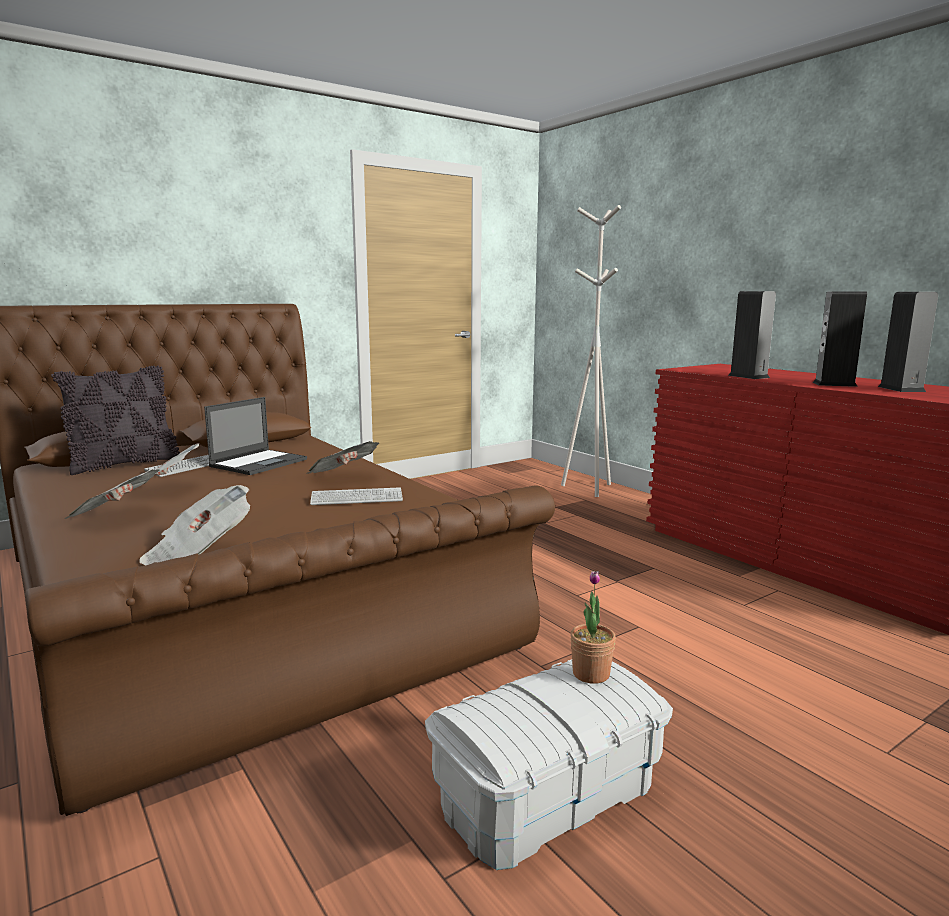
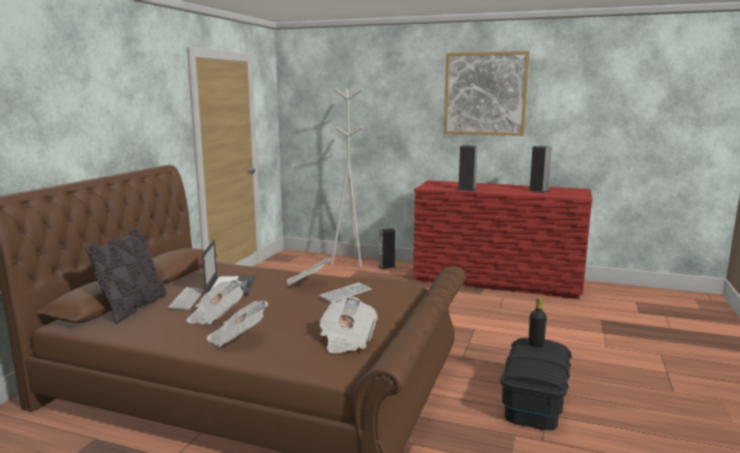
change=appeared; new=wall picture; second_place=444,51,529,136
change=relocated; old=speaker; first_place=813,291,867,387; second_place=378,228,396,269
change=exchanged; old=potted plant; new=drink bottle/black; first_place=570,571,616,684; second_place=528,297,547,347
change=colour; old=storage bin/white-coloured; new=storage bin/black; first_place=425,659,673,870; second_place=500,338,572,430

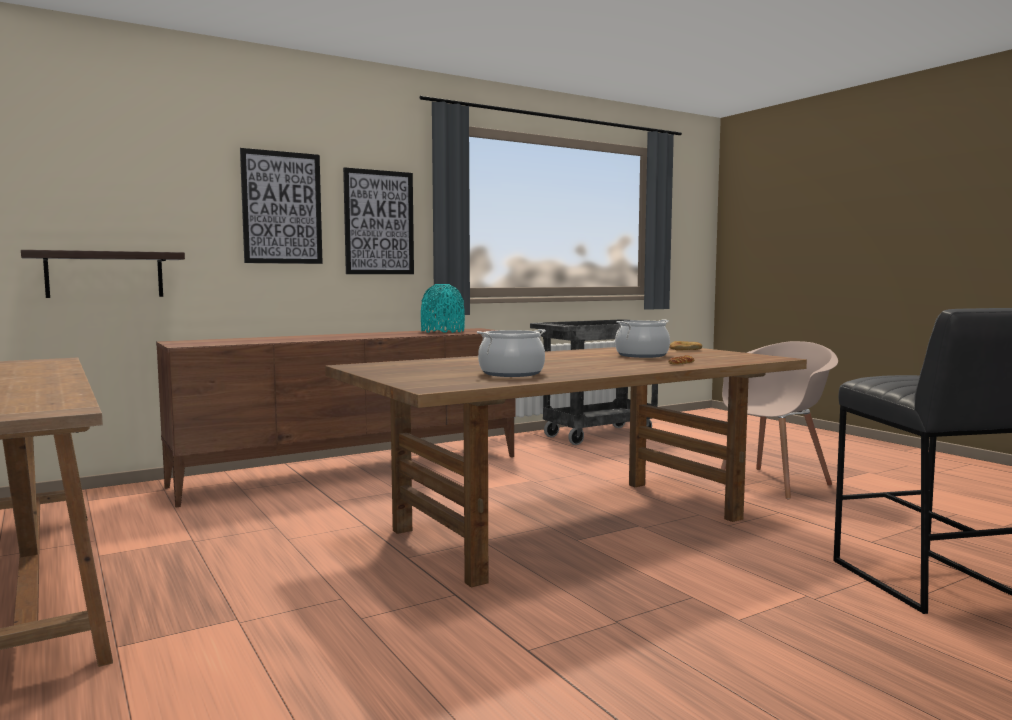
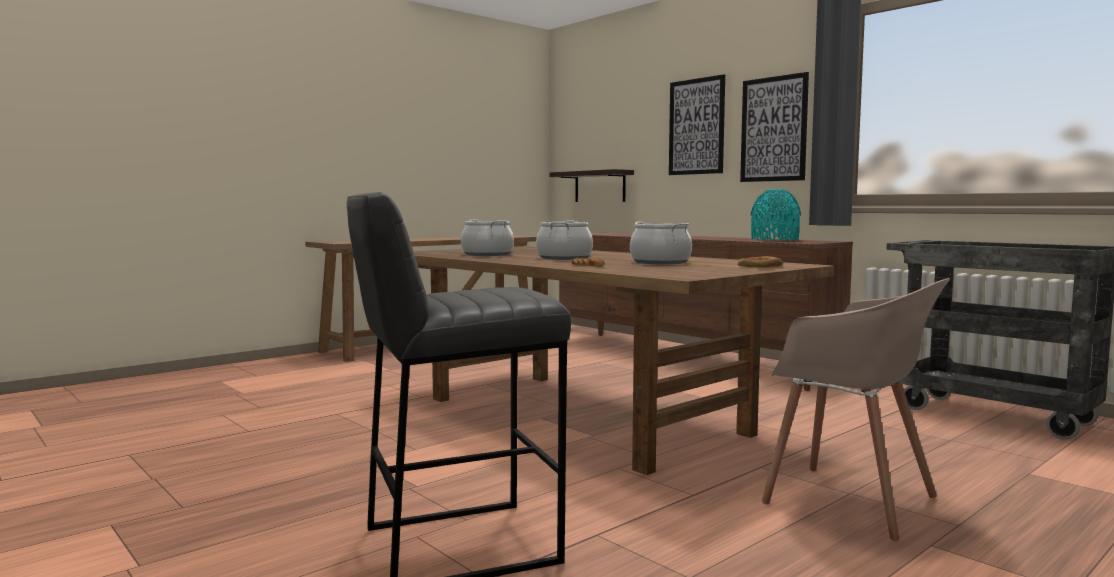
change=appeared; new=stockpot; second_place=536,221,593,260

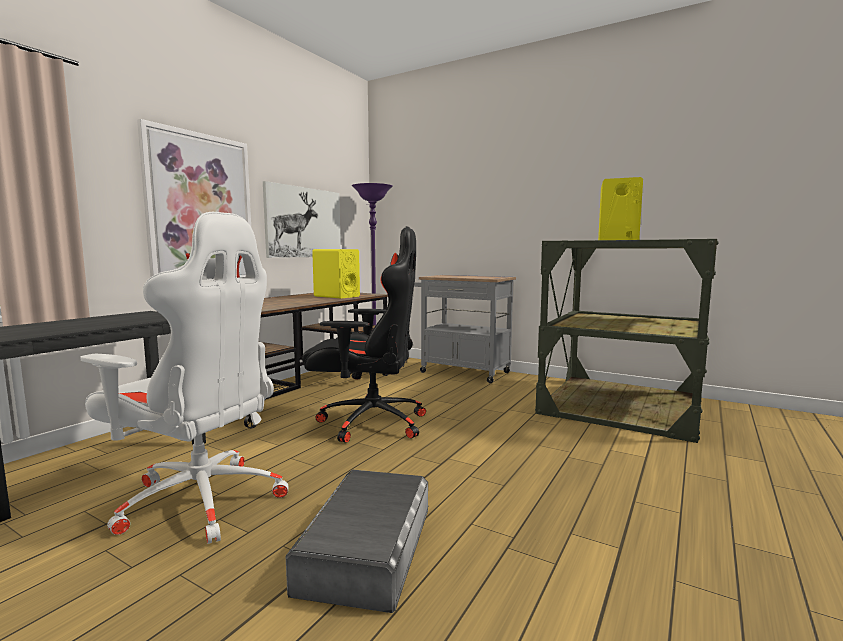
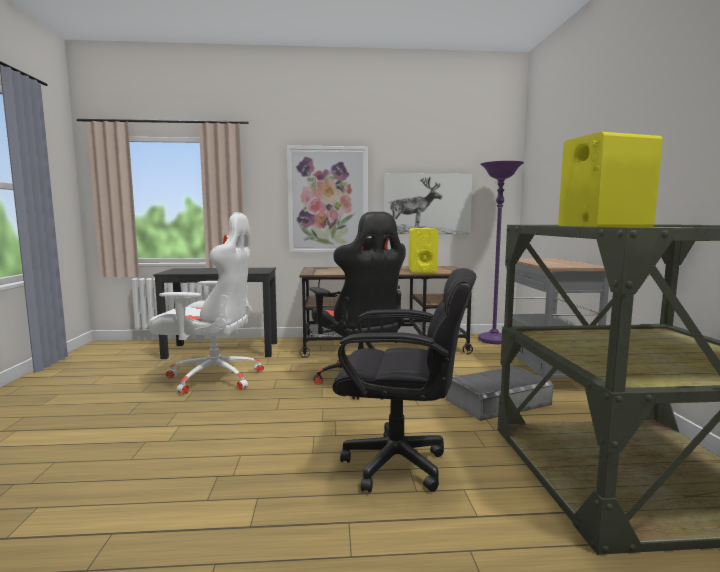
change=appeared; new=office chair/black; second_place=333,268,476,493
change=relocated; old=storage bin/gray; first_place=286,470,429,613; second_place=447,366,553,421
change=spun; old=office chair/white-coloured; first_place=80,212,289,544; second_place=148,212,264,394; degrees=-75

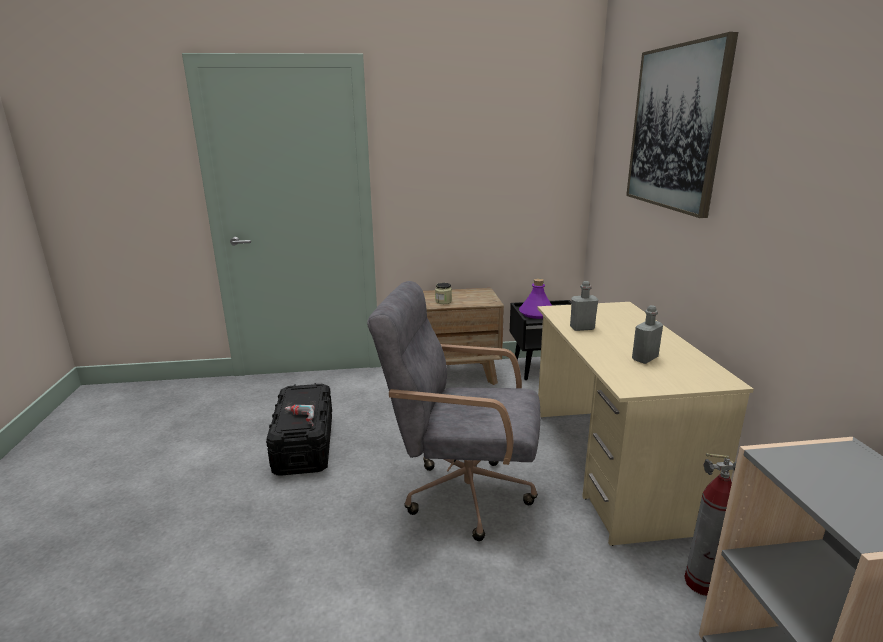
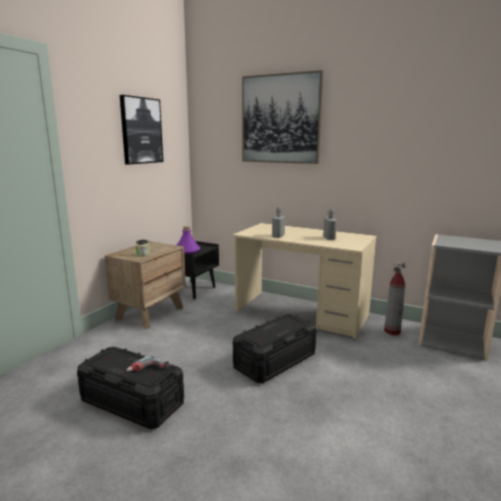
change=appeared; new=wall picture; second_place=120,95,163,165
change=exchanged; old=office chair/gray; new=storage bin/black; first_place=367,281,540,541; second_place=233,314,317,383

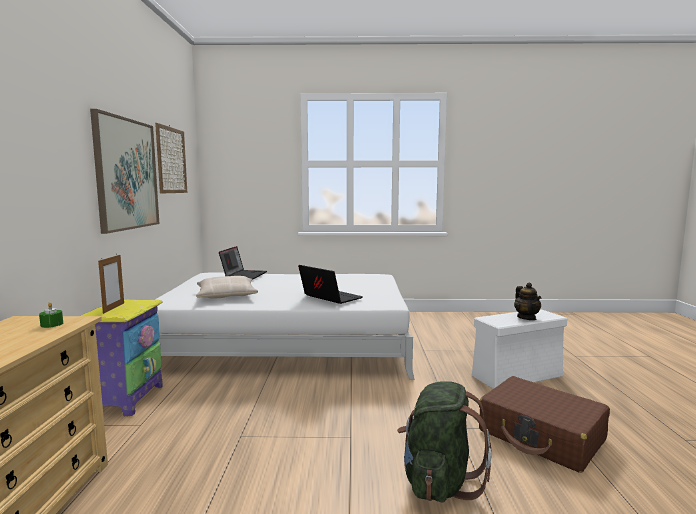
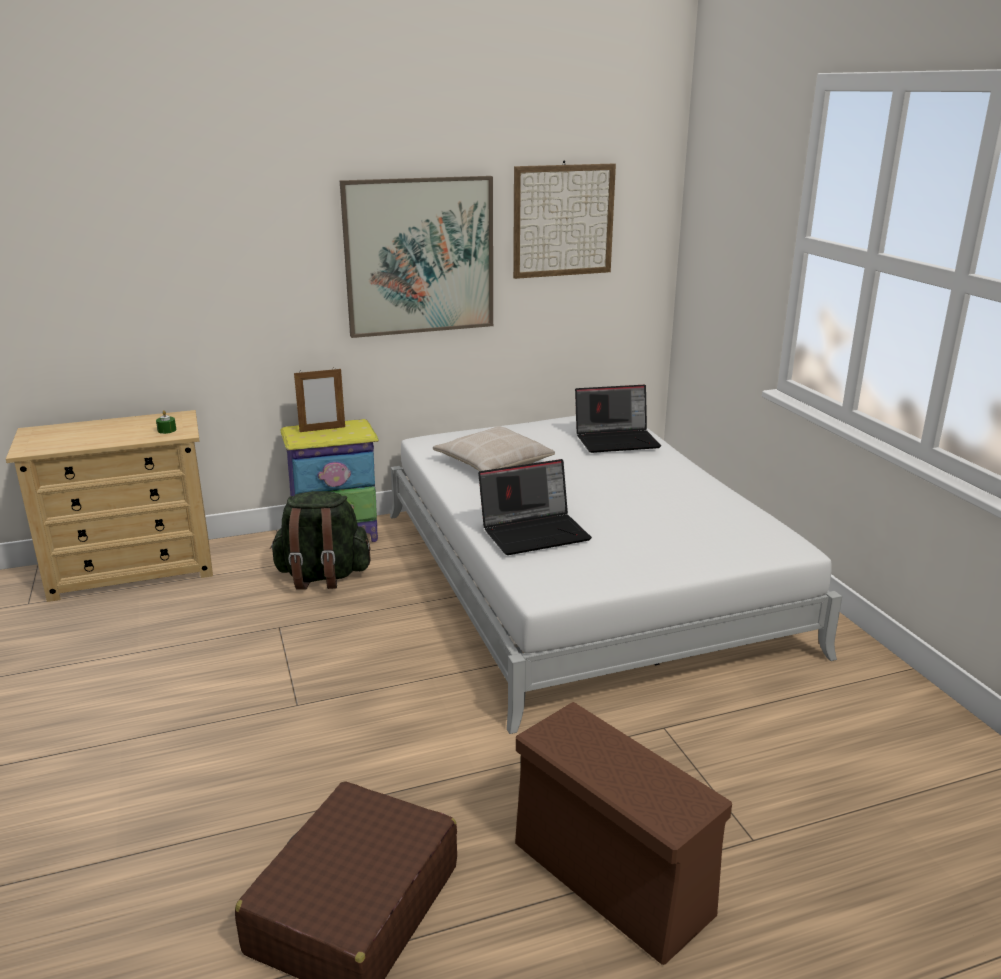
change=missing; old=tea pot; first_place=514,282,541,320
change=relocated; old=knapsack/green; first_place=397,381,492,502; second_place=270,491,371,590
change=colour; old=storage bin/white-coloured; new=storage bin/brown; first_place=472,309,568,389; second_place=515,702,732,965
change=spun; old=notebook computer; first_place=298,265,363,304; second_place=478,459,592,555; degrees=45

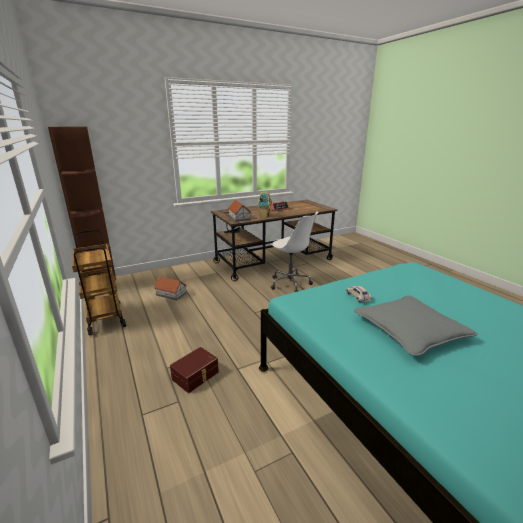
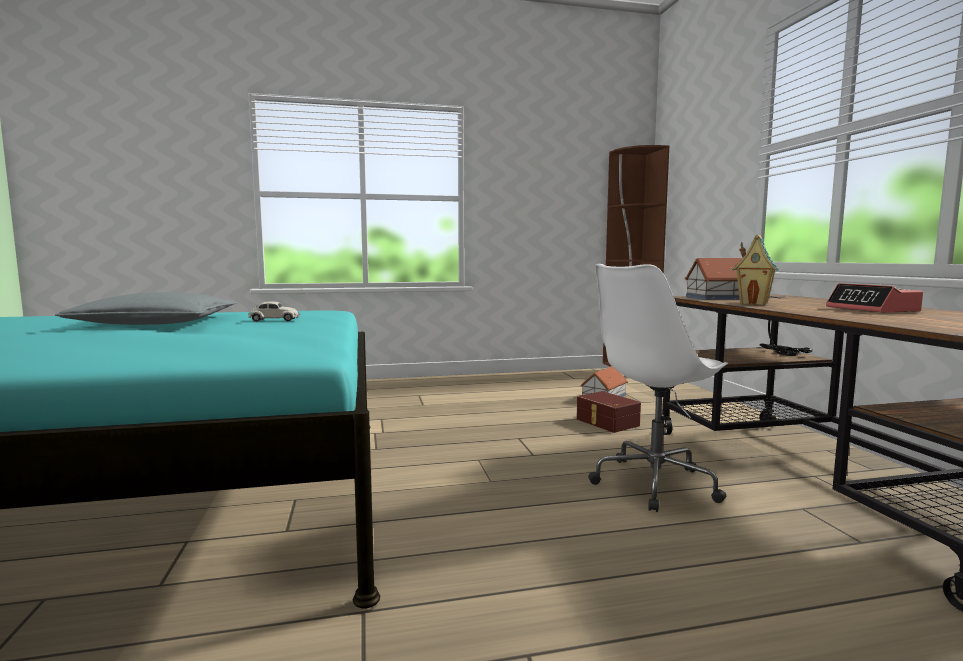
change=missing; old=wheeled cart/brown; first_place=72,230,126,336
change=relocated; old=storage bin/brown; first_place=170,347,219,393; second_place=577,391,641,433

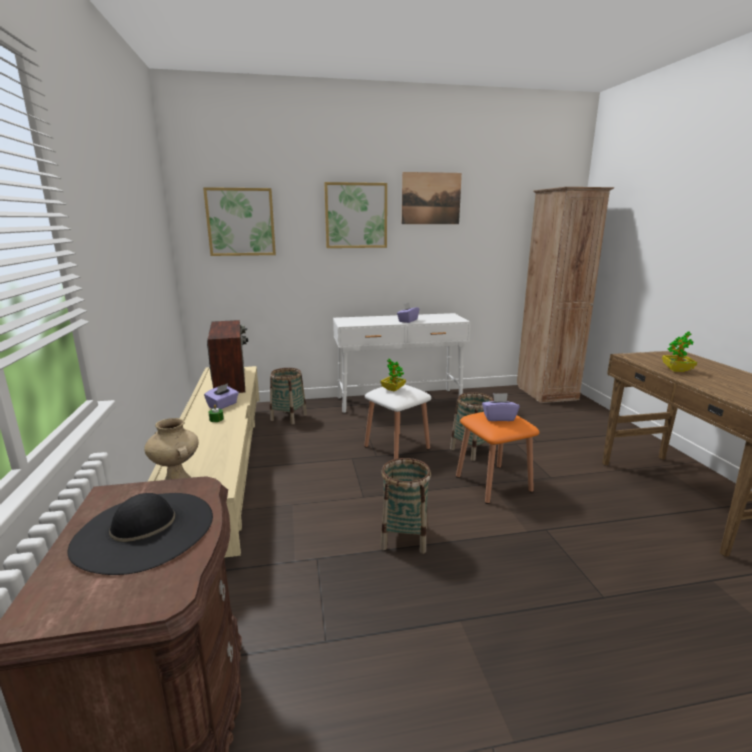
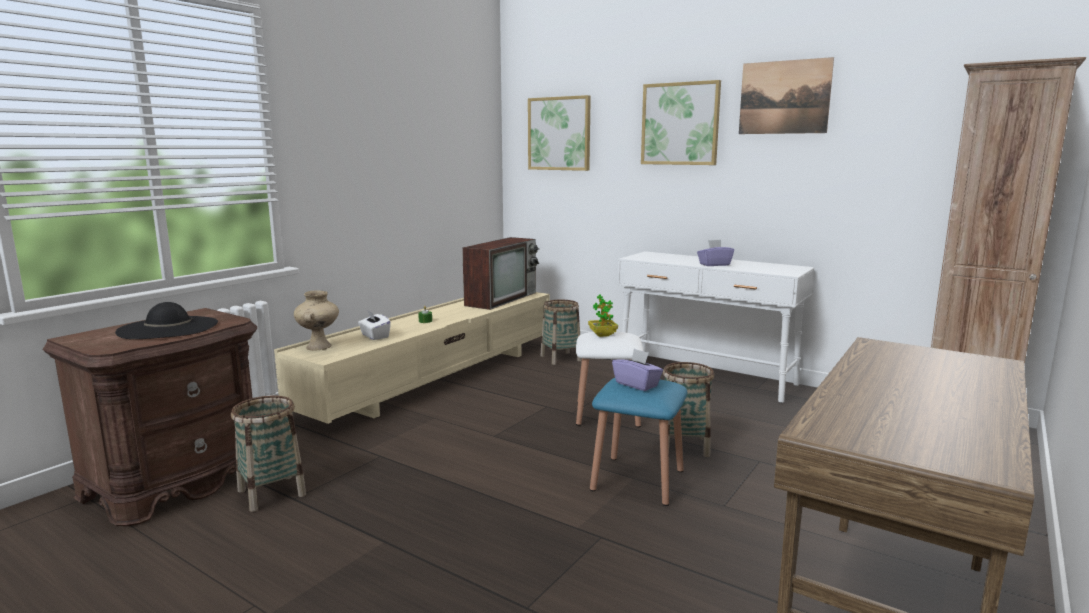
change=missing; old=box of tissues/purple; first_place=204,383,239,409
change=missing; old=potted plant; first_place=662,331,697,372
change=appeared; new=box of tissues/white-coloured; second_place=358,311,391,340
change=relocated; old=household basket; first_place=380,458,431,554; second_place=231,396,306,512
change=colour; old=stool seat/orange-coloured; new=stool seat/blue; first_place=456,412,539,504; second_place=590,378,687,506

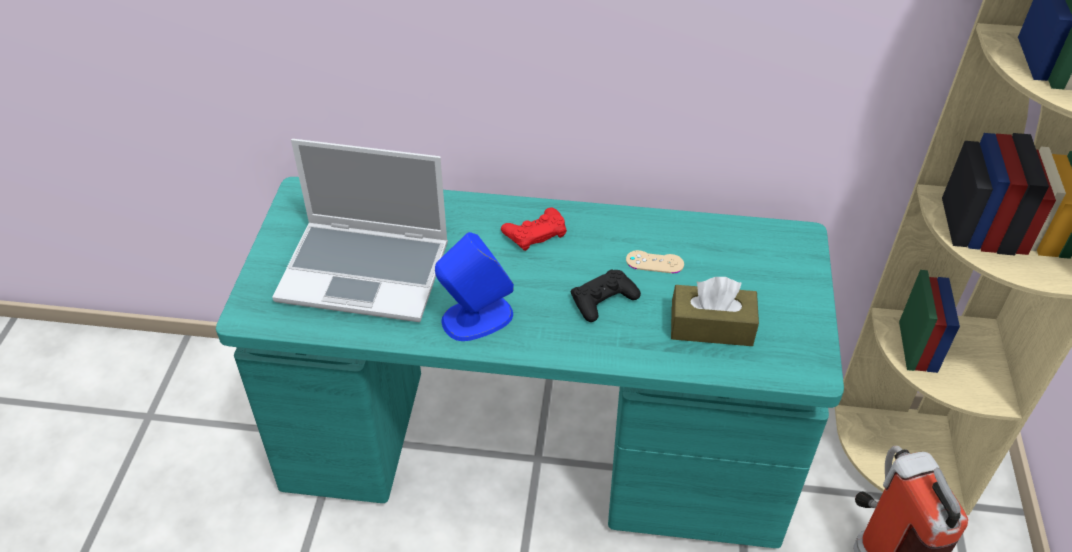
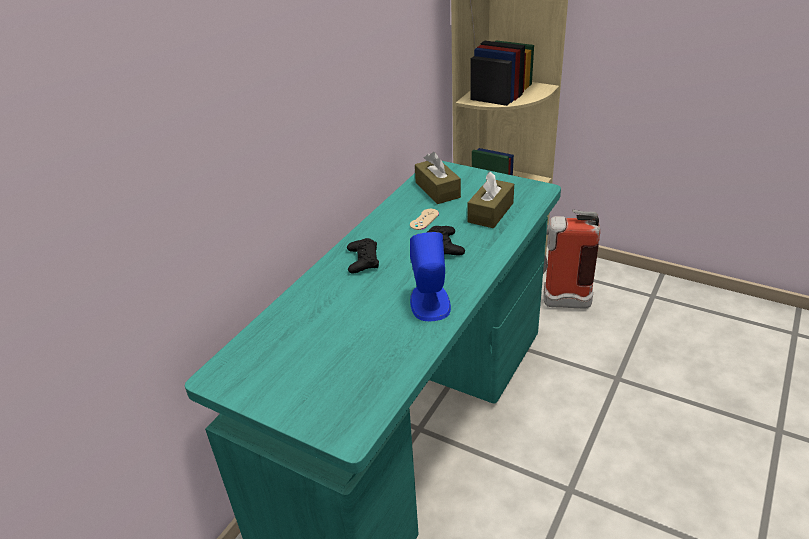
change=missing; old=notebook computer; first_place=272,139,448,322
change=appeared; new=box of tissues/brown; second_place=415,152,461,204
change=colour; old=joypad/reddish; new=joypad/black; first_place=501,207,567,251; second_place=347,238,379,273

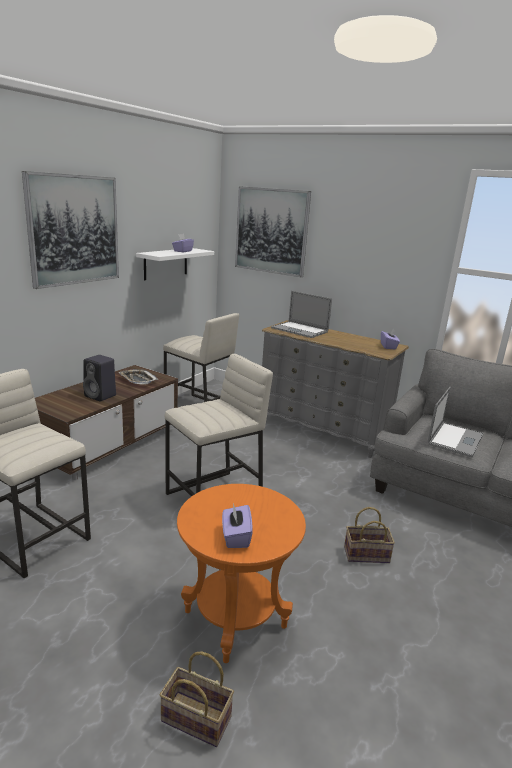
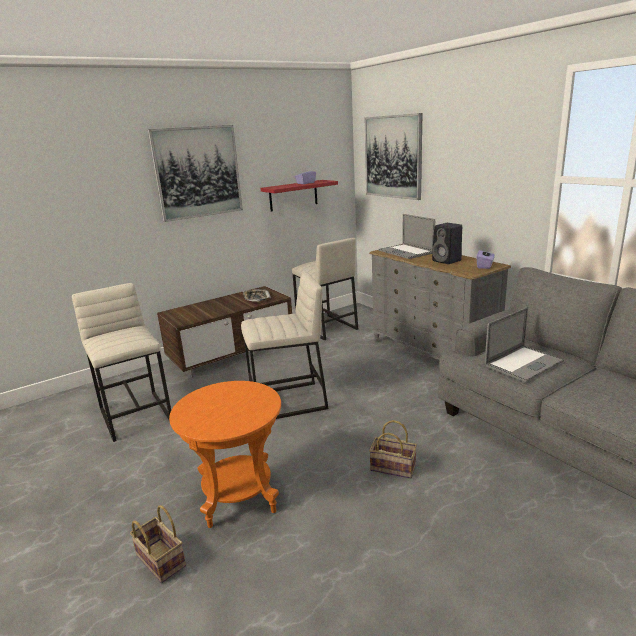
change=missing; old=box of tissues/purple; first_place=222,503,253,548
change=relocated; old=speaker/black; first_place=83,355,116,401; second_place=432,223,462,264
change=colour; old=shelf/white-coloured; new=shelf/reddish; first_place=136,248,214,280; second_place=261,180,338,211

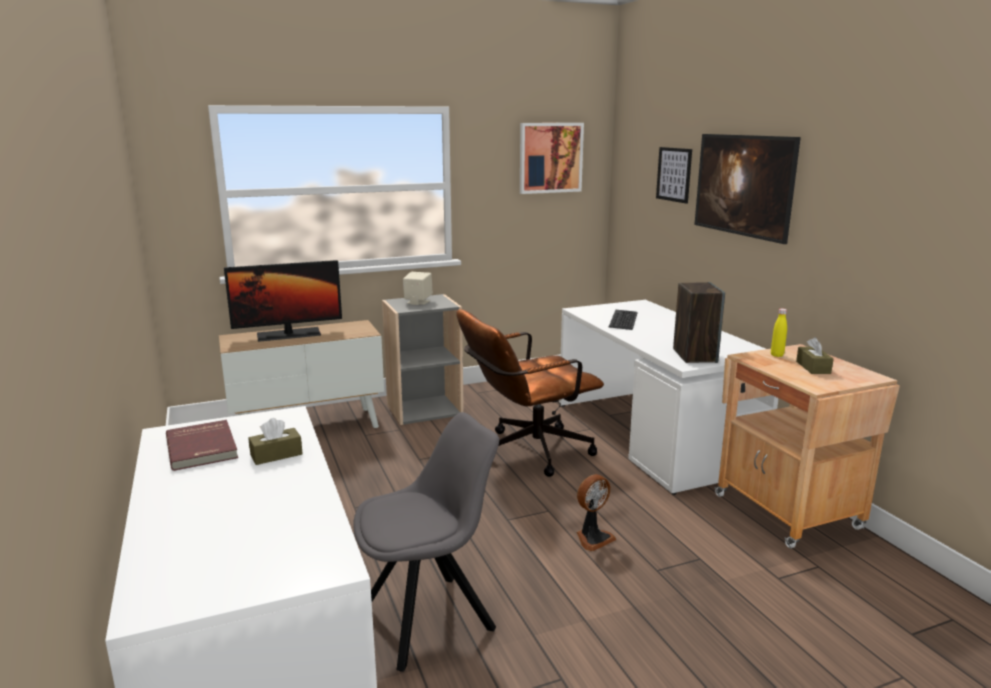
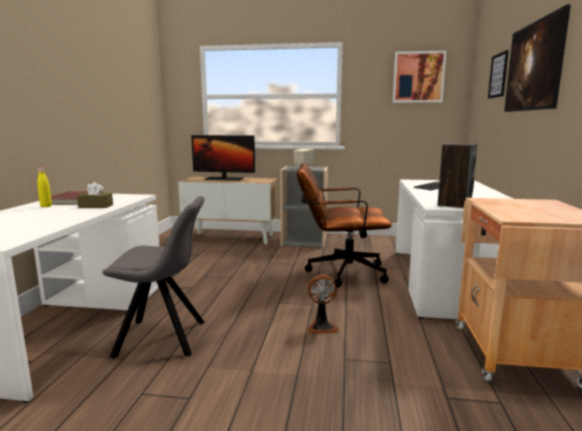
change=missing; old=box of tissues/brown; first_place=796,337,833,374
change=relocated; old=drink bottle/yellow; first_place=771,309,787,357; second_place=37,168,52,207

